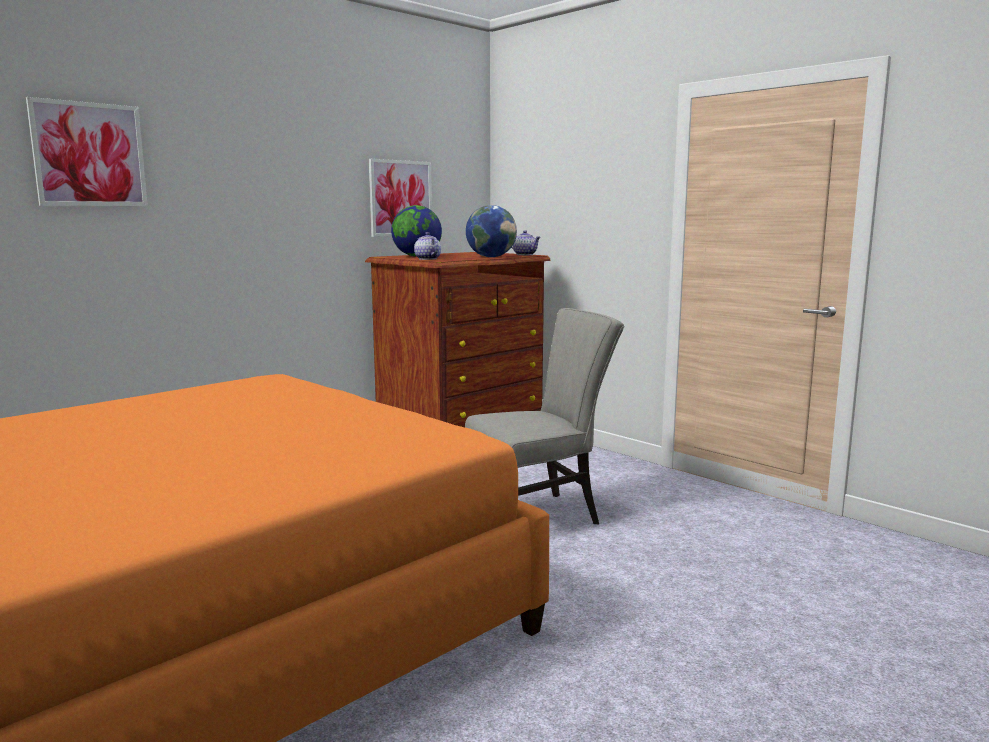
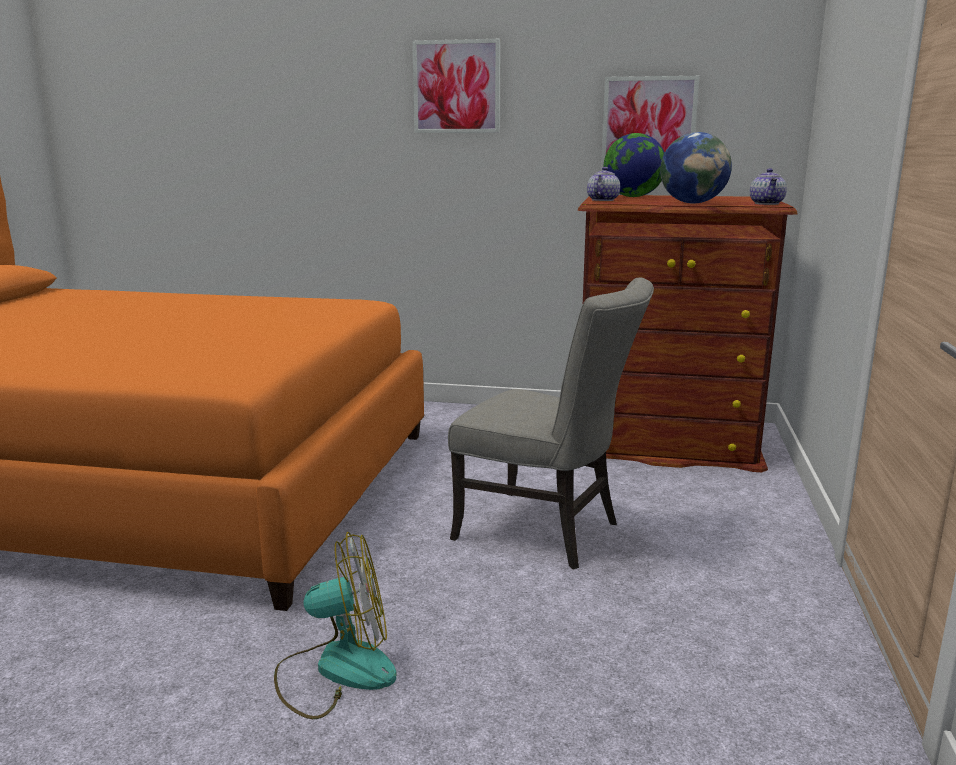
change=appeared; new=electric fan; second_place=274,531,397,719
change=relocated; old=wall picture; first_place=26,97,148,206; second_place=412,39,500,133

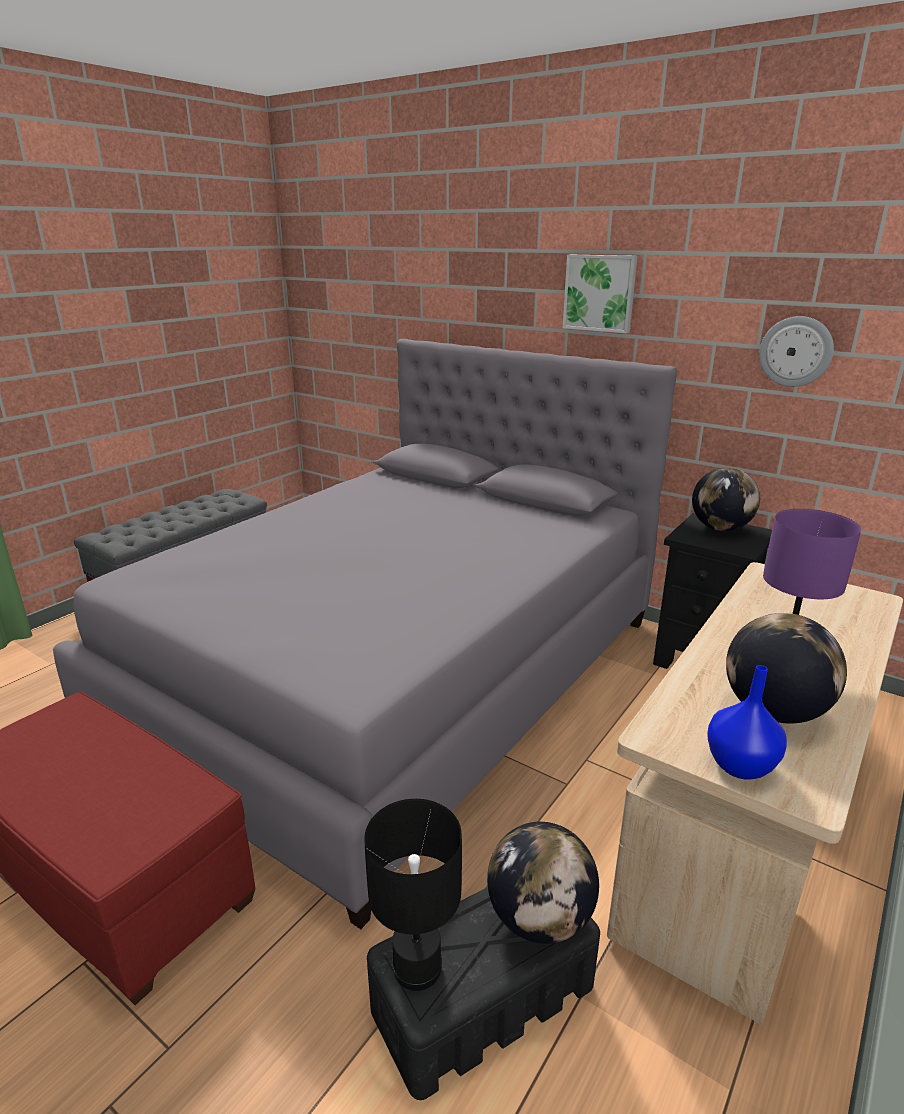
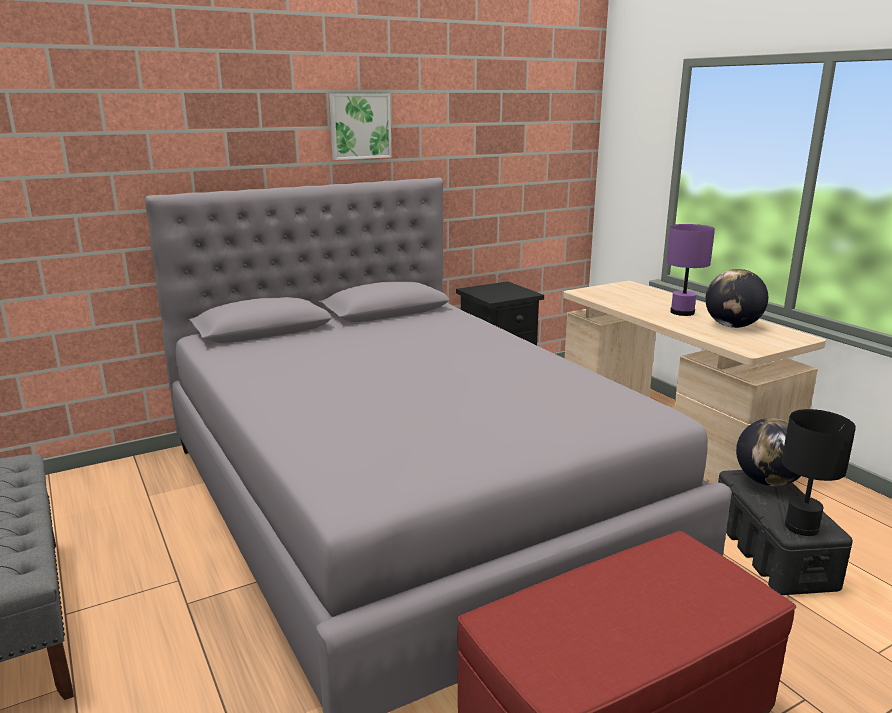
change=missing; old=desk globe; first_place=692,467,760,531
change=missing; old=vase/blue; first_place=707,665,787,780
change=missing; old=clock on the wall; first_place=759,316,834,387

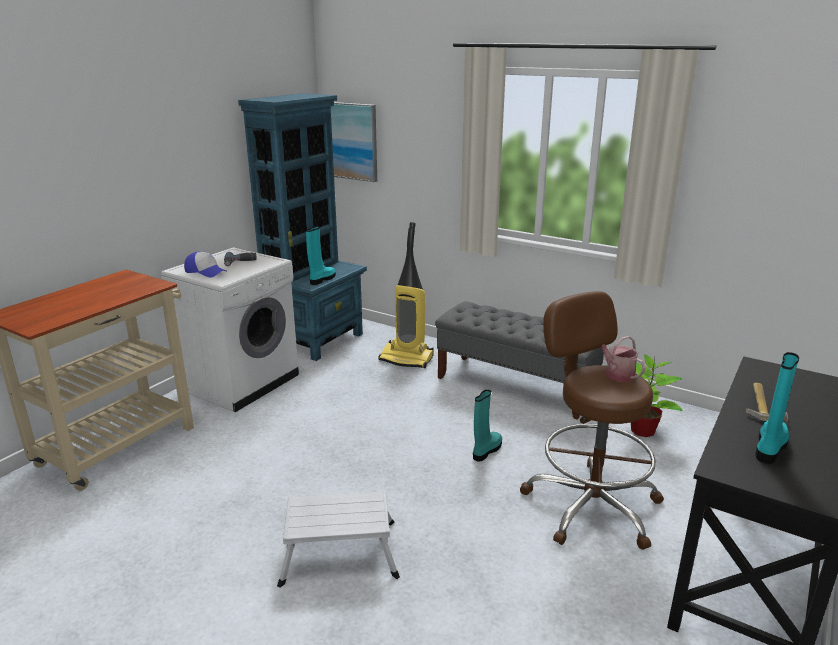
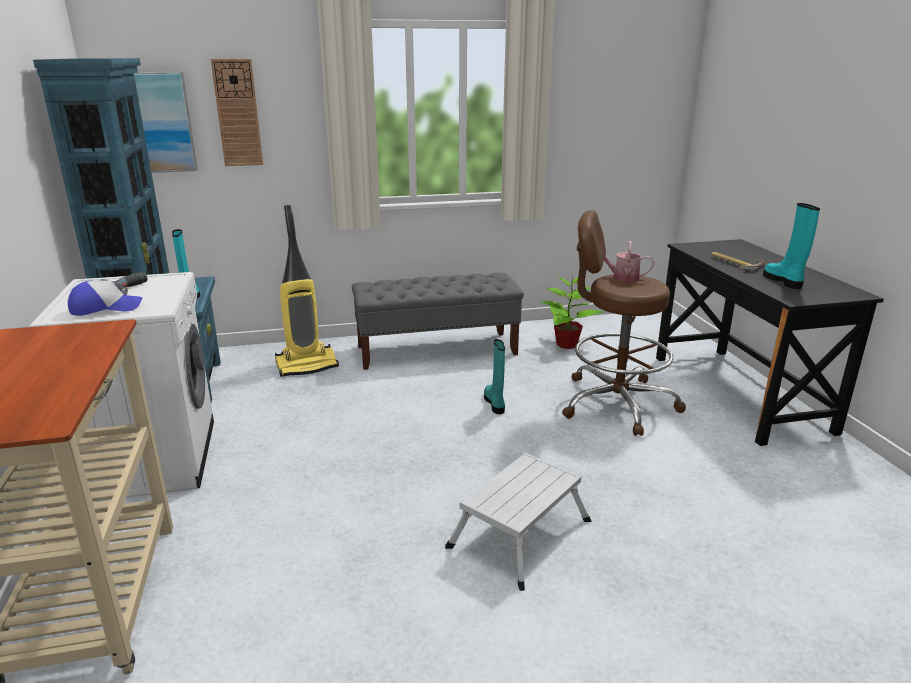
change=appeared; new=clock on the wall; second_place=211,59,263,166

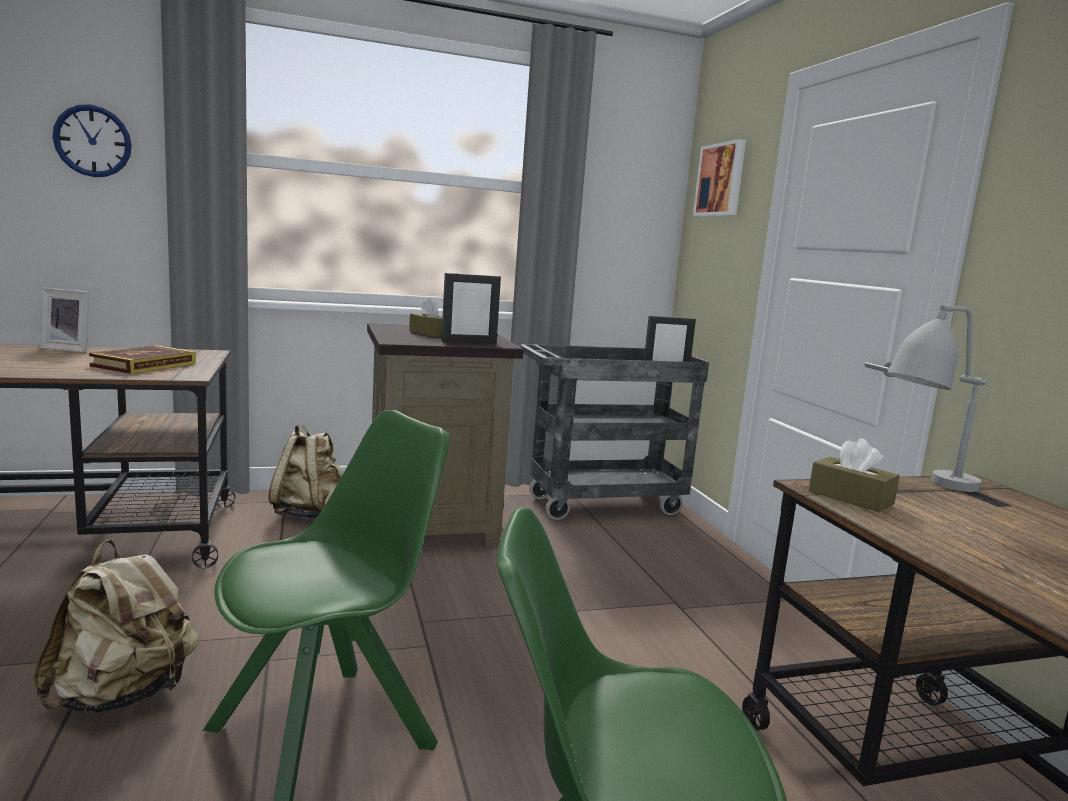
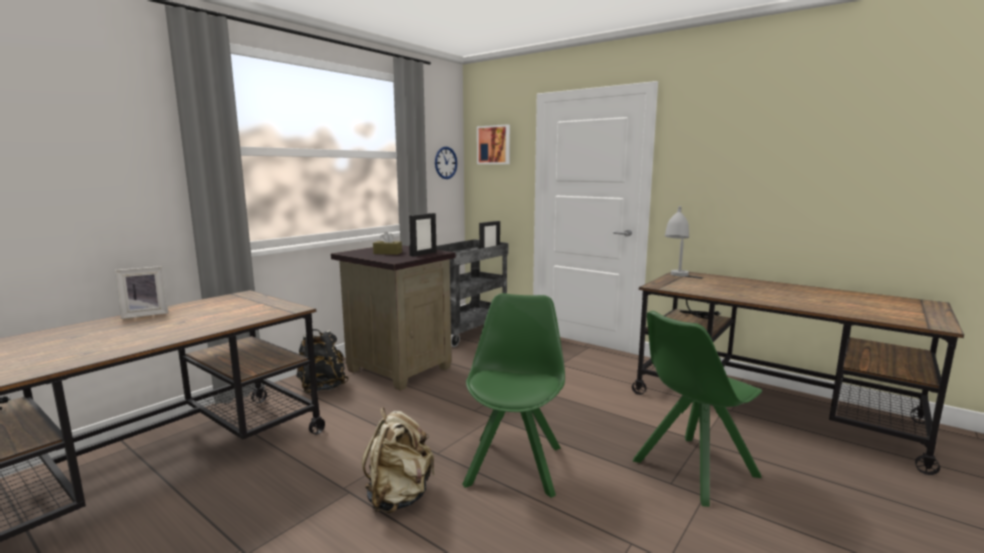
change=missing; old=bound book; first_place=89,345,196,374
change=missing; old=box of tissues/brown; first_place=809,439,900,512
change=relocated; old=clock on the wall; first_place=53,104,132,177; second_place=435,147,457,179
change=colour; old=knapsack/sand-coloured; new=knapsack/black; first_place=268,424,344,519; second_place=296,329,349,393

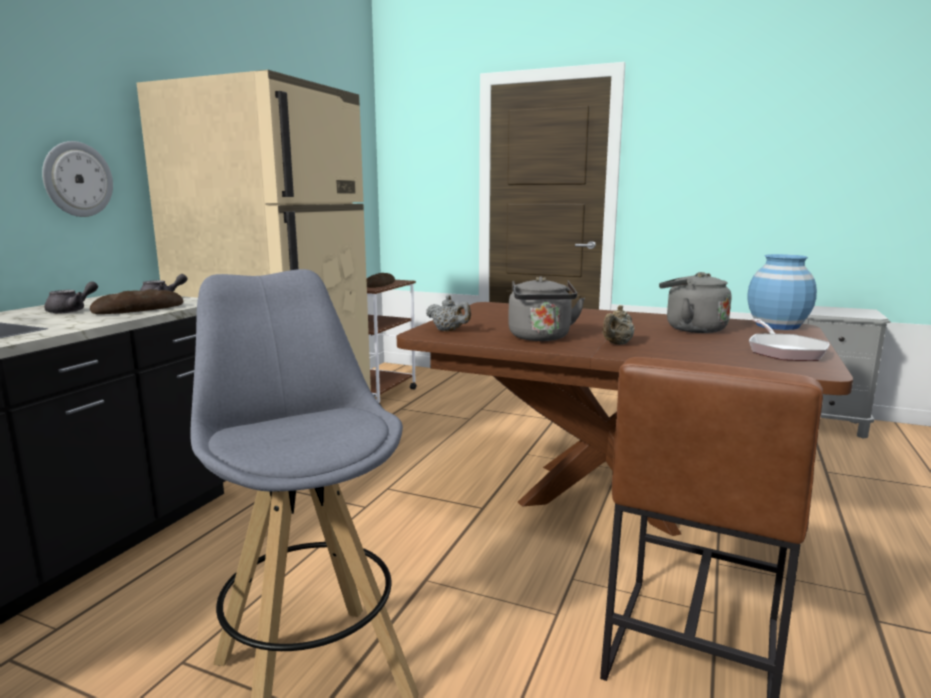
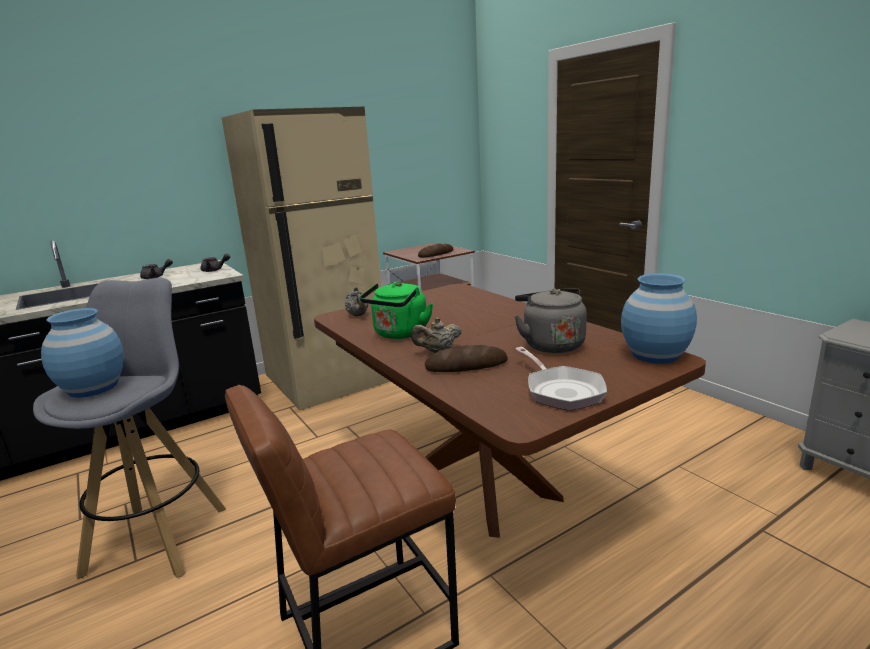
change=missing; old=clock on the wall; first_place=42,141,113,217
change=appeared; new=vase/blue; second_place=41,308,124,398
change=relocated; old=bakery bread; first_place=90,289,183,314; second_place=425,345,508,372
change=colour; old=tea kettle/gray; new=tea kettle/green; first_place=508,276,585,341; second_place=360,281,433,339
change=spun; old=frying pan; first_place=749,319,830,361; second_place=515,347,607,411; degrees=-60

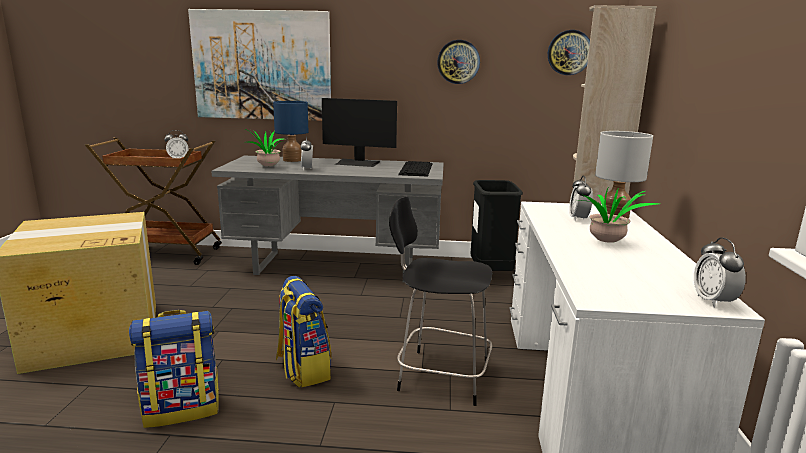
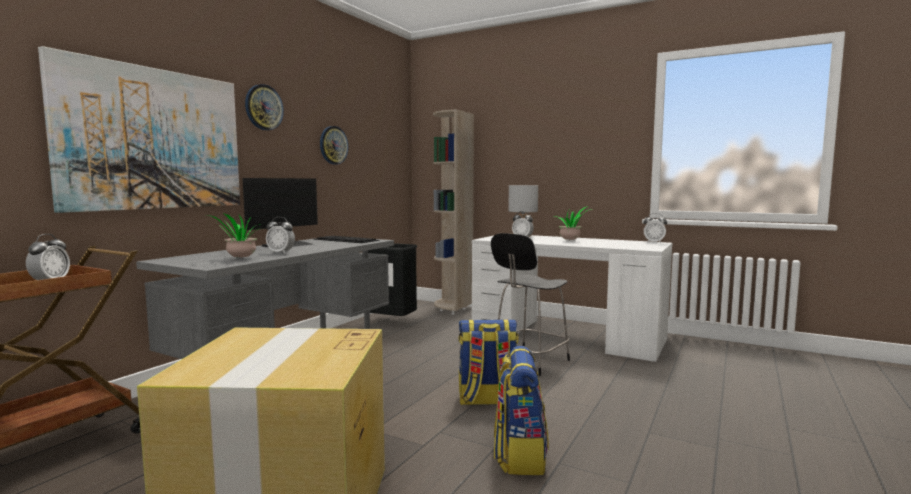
change=missing; old=table lamp/blue; first_place=273,101,309,162
change=relocated; old=clock on the wall; first_place=548,30,590,75; second_place=245,84,284,130

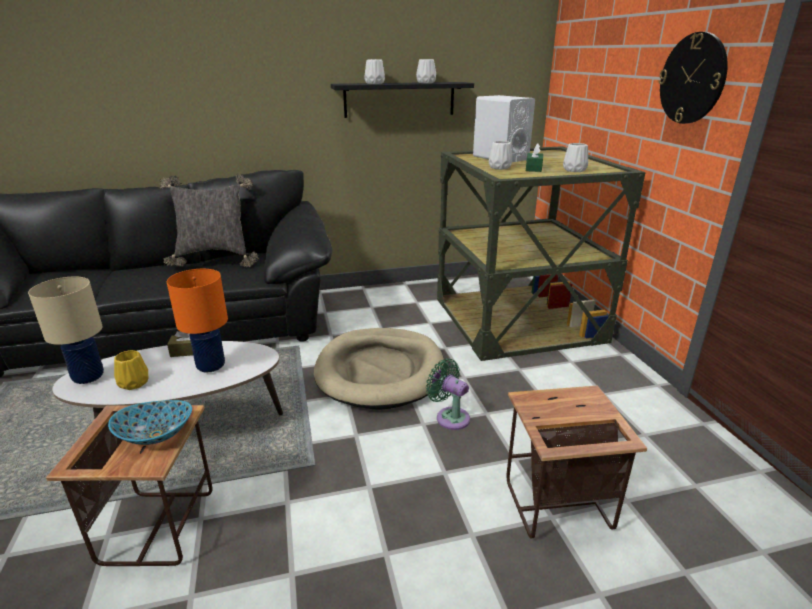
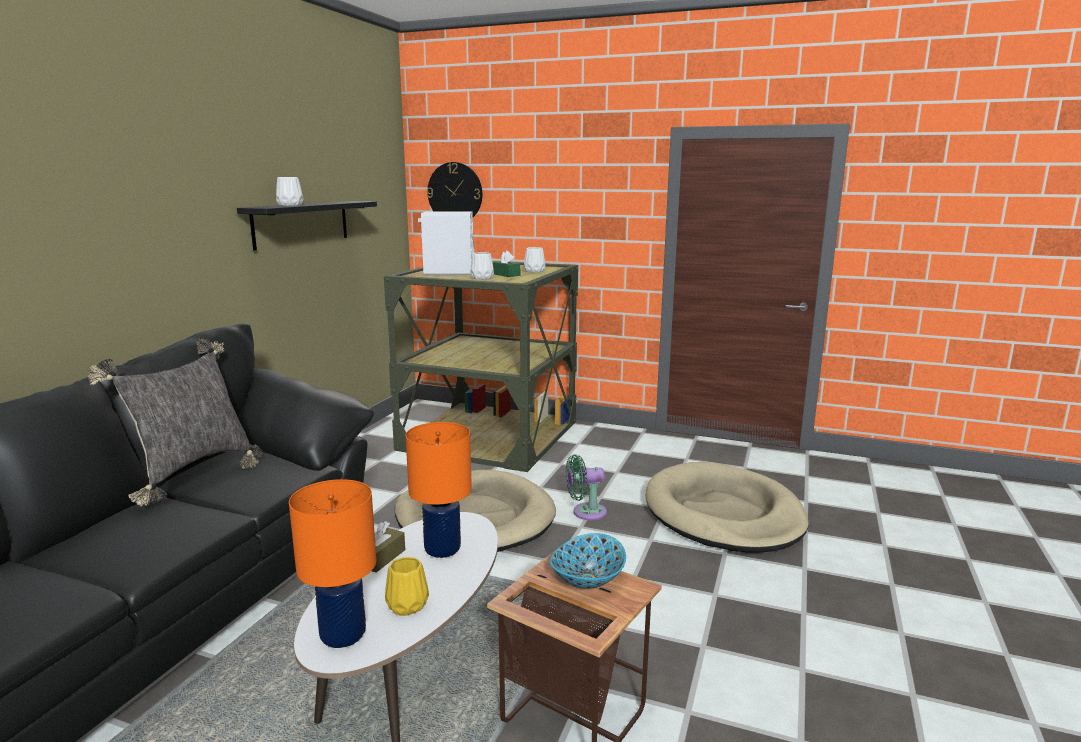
change=missing; old=vase/white-coloured; first_place=416,59,436,83
change=relocated; old=clock on the wall; first_place=659,32,728,124; second_place=427,162,482,217
change=exchanged; old=side table; new=dog cushion/sand-coloured; first_place=506,386,647,538; second_place=645,462,809,552
change=colour; old=table lamp/sand-coloured; new=table lamp/orange-coloured; first_place=28,276,104,384; second_place=289,479,376,648

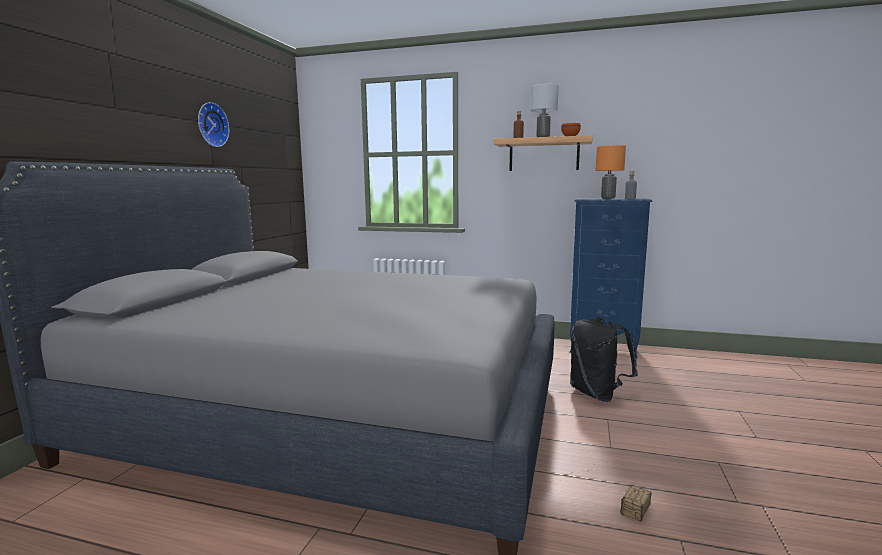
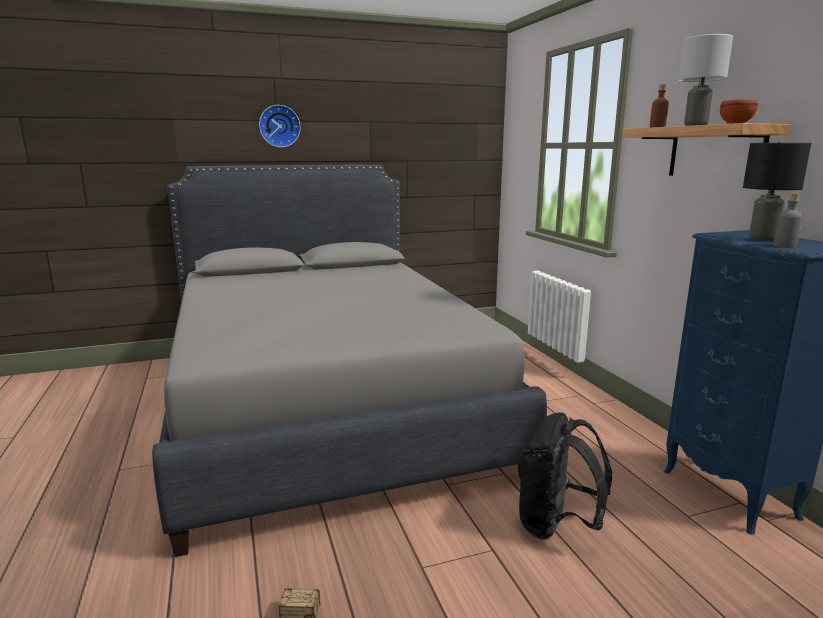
change=relocated; old=clock on the wall; first_place=198,102,230,147; second_place=259,105,301,148
change=colour; old=table lamp/orange-coloured; new=table lamp/black; first_place=596,145,626,199; second_place=743,141,811,241

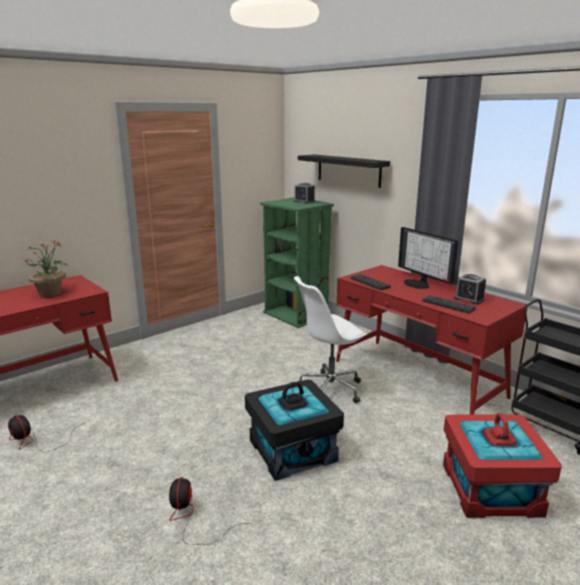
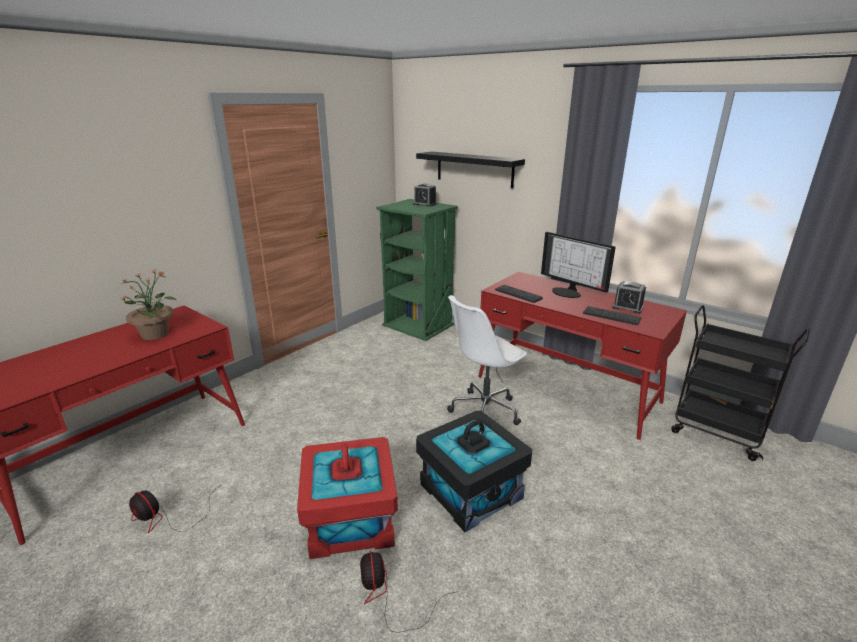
change=relocated; old=storage bin/reddish; first_place=443,413,562,518; second_place=297,437,398,559

